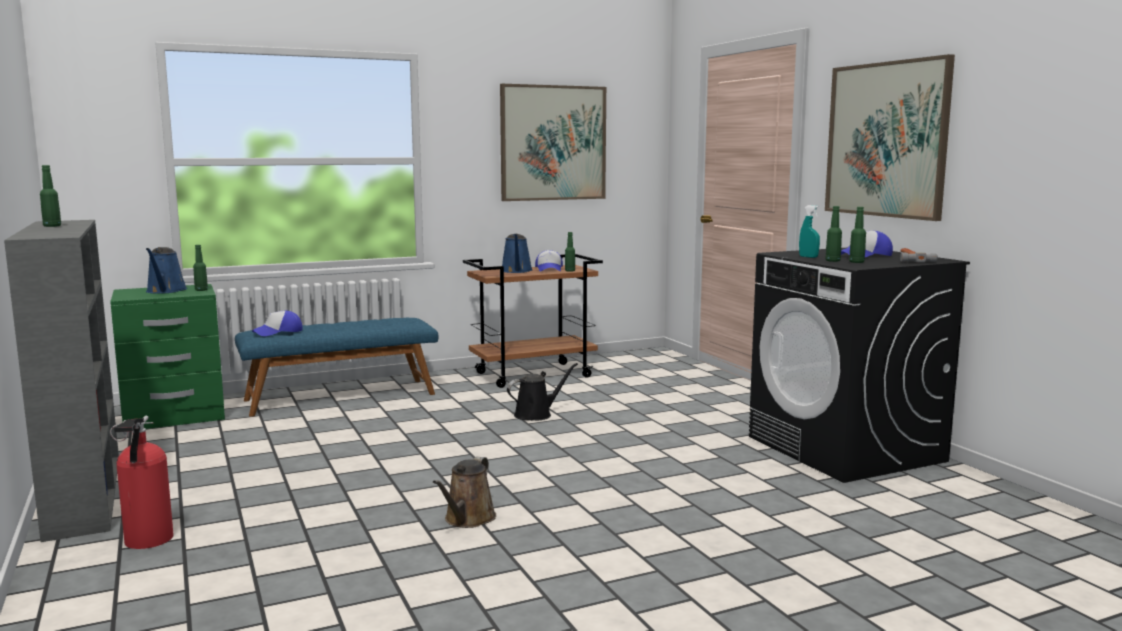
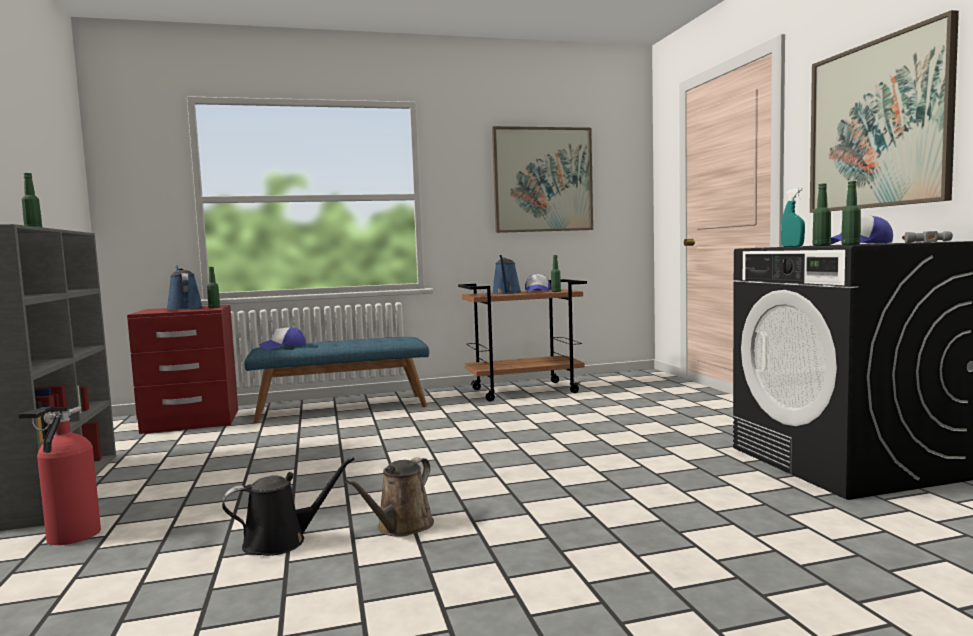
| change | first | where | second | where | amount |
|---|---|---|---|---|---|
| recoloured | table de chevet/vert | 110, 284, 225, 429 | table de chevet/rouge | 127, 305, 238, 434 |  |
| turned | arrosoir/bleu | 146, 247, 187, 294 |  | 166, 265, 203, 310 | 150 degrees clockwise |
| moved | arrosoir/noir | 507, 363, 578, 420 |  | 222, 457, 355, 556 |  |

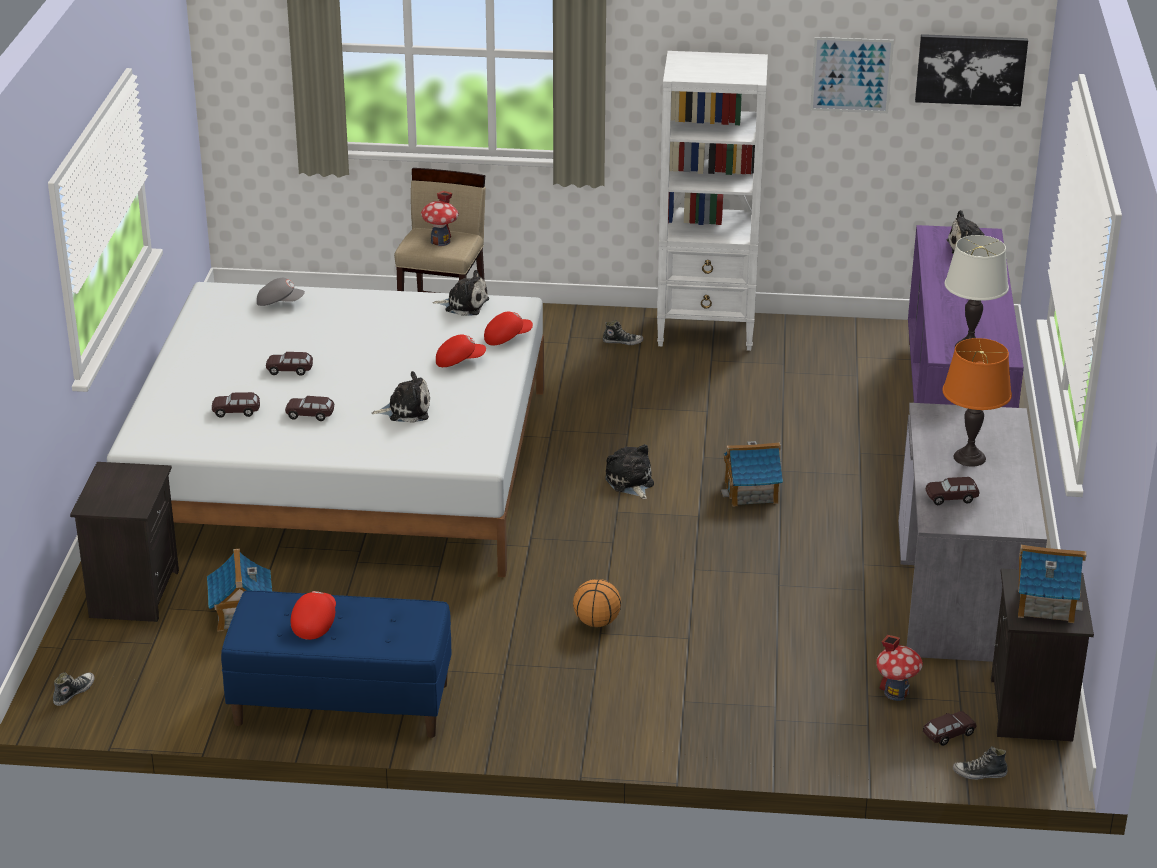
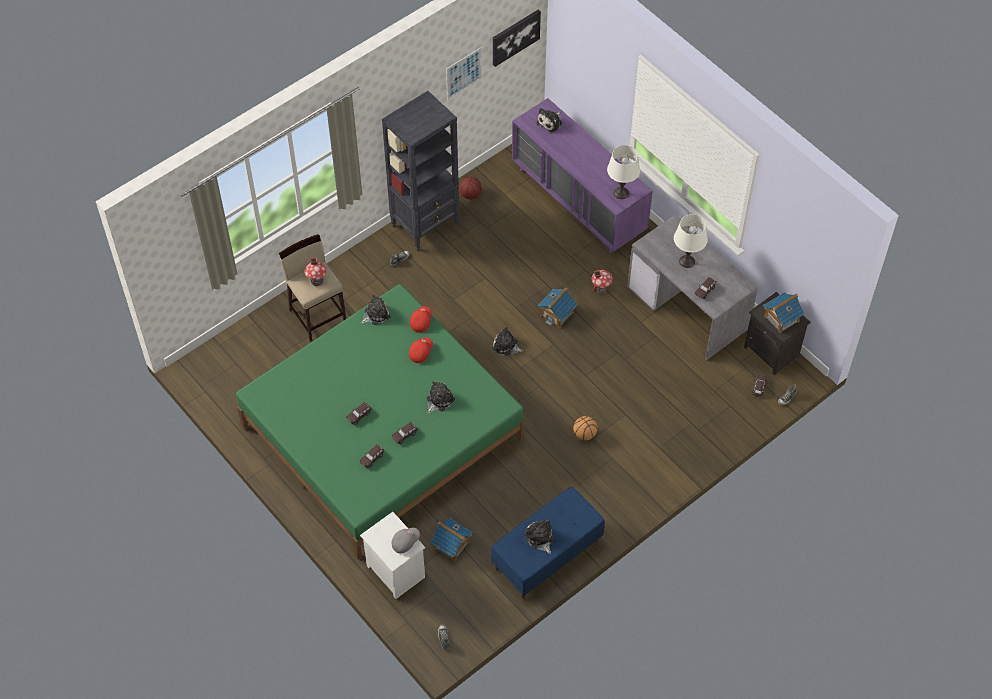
| change | first | where | second | where | amount |
|---|---|---|---|---|---|
| recoloured | table de chevet/noir | 70, 462, 179, 622 | table de chevet/blanc | 360, 512, 425, 599 |  |
| recoloured | lit/blanc | 107, 282, 544, 577 | lit/vert | 236, 284, 524, 559 |  |
| moved | casquette/gris | 257, 278, 305, 306 |  | 392, 528, 420, 554 |  |
| replaced | casquette/rouge | 291, 591, 336, 640 | peluche | 525, 520, 554, 554 |  |
| recoloured | bibliothèque/blanc | 657, 51, 768, 351 | bibliothèque/noir | 382, 91, 460, 251 |  |
| moved | maison miniature | 876, 635, 923, 701 |  | 592, 270, 613, 294 |  |
| recoloured | lampe de table/orange | 942, 338, 1012, 467 | lampe de table/blanc | 674, 214, 708, 268 |  |
| added |  |  | ballon de basket | 459, 177, 482, 199 |  |

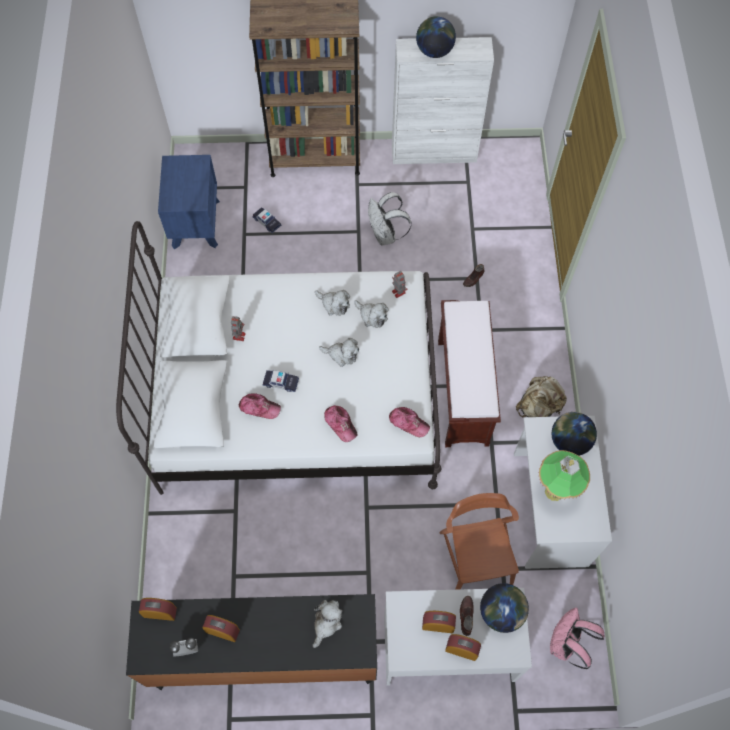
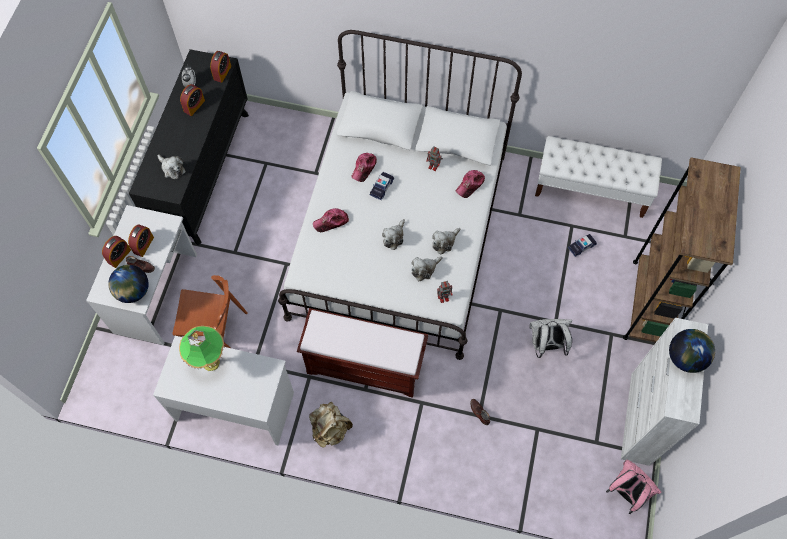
| change | first | where | second | where | amount |
|---|---|---|---|---|---|
| replaced | table de chevet/bleu | 158, 155, 220, 249 | banc/blanc | 535, 136, 662, 218 |  |
| moved | casquette | 389, 407, 430, 437 |  | 456, 170, 485, 198 |  |
| moved | sac à dos/rose | 550, 607, 604, 669 |  | 606, 459, 662, 514 |  |
| removed | globe | 552, 412, 597, 456 |  |  |  |

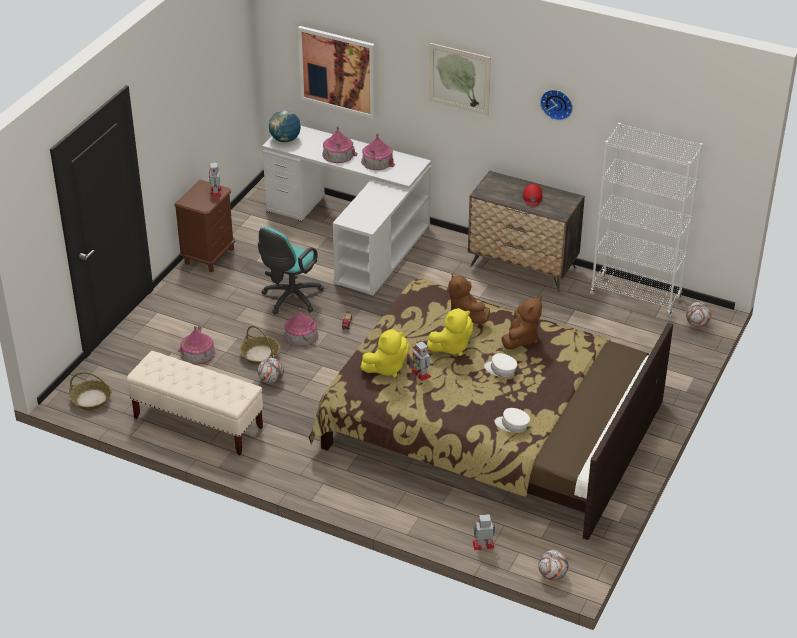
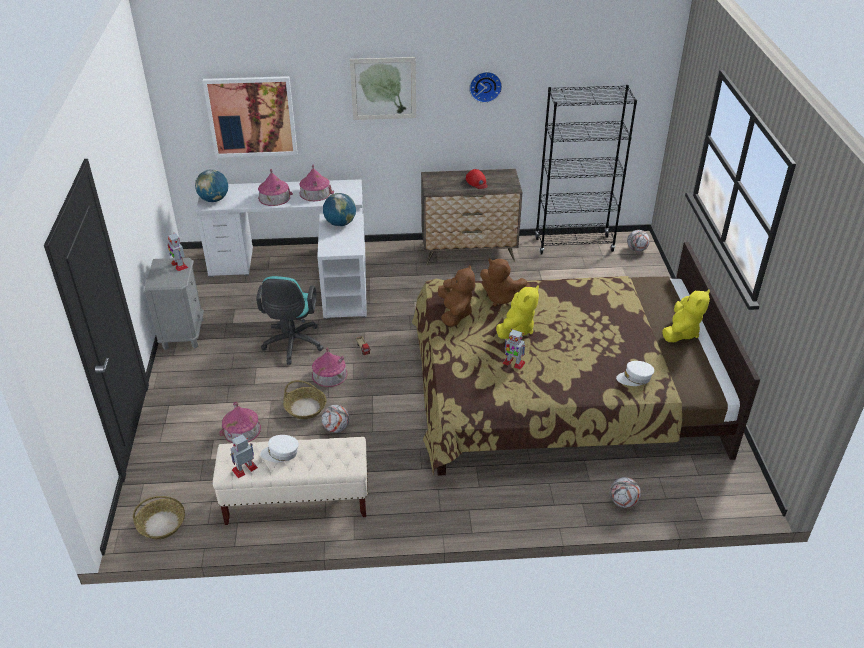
| change | first | where | second | where | amount |
|---|---|---|---|---|---|
| recoloured | table de chevet/marron | 174, 180, 235, 272 | table de chevet/gris | 144, 258, 204, 350 |  |
| moved | peluche/jaune | 360, 329, 409, 377 |  | 662, 290, 710, 342 |  |
| moved | robot jouet | 472, 514, 496, 550 |  | 230, 434, 258, 478 |  |
| moved | casquette/blanc | 484, 353, 517, 377 |  | 260, 435, 299, 462 |  |
| moved | peluche/marron | 502, 296, 542, 349 |  | 438, 265, 475, 327 |  |
| moved | ballon de foot | 538, 550, 568, 580 |  | 610, 477, 641, 508 |  |
| recoloured | bibliothèque/blanc | 590, 123, 703, 317 | bibliothèque/noir | 535, 85, 637, 255 |  |
| added |  |  | globe | 323, 193, 356, 226 |  |

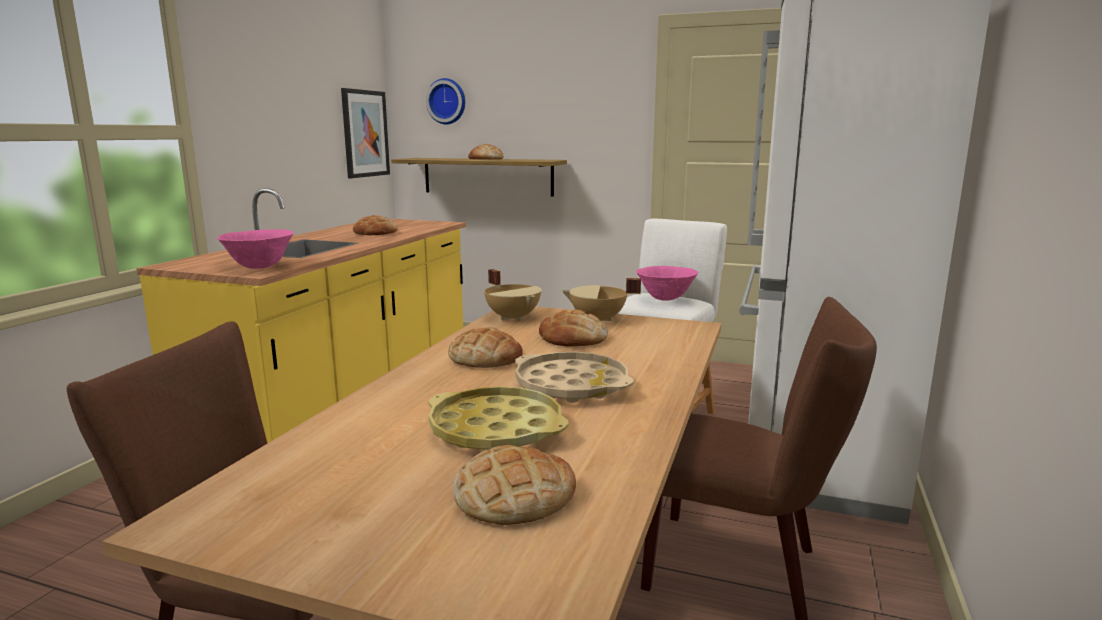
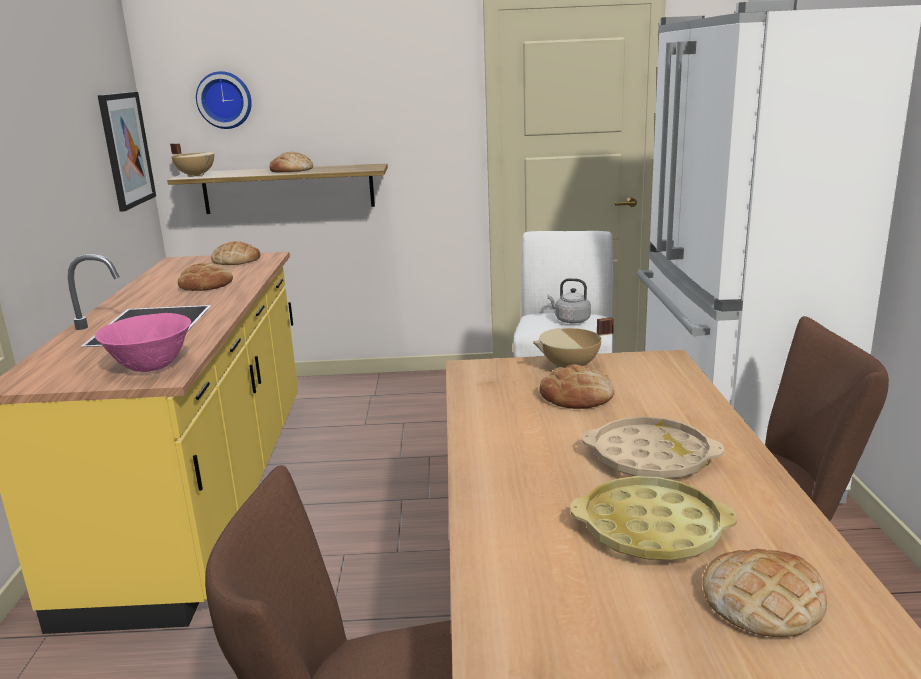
| change | first | where | second | where | amount |
|---|---|---|---|---|---|
| moved | pain | 448, 327, 523, 368 |  | 211, 241, 261, 265 |  |
| moved | marmite/beige | 484, 269, 541, 321 |  | 170, 143, 214, 177 |  |
| replaced | bol/rose | 636, 266, 698, 301 | bouilloire/gris | 547, 278, 591, 323 |  |

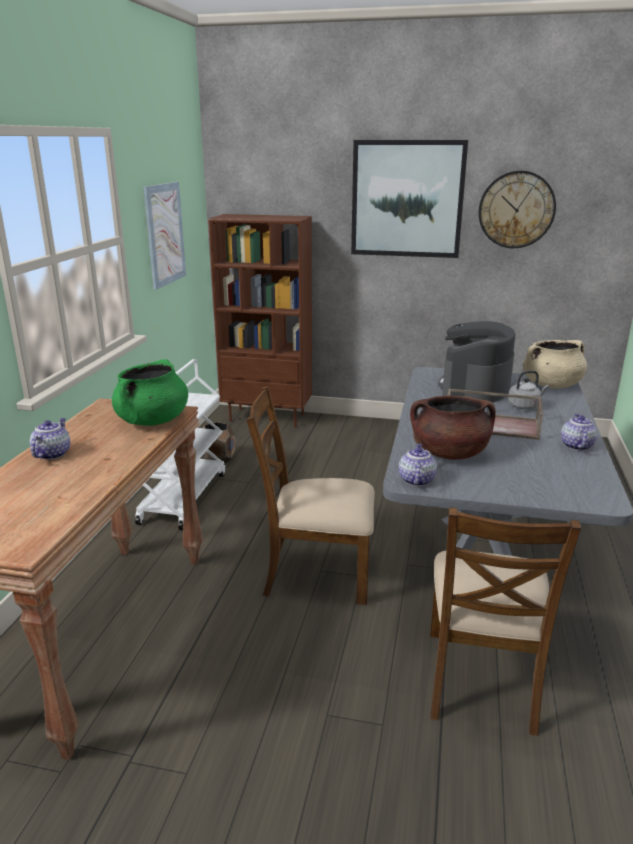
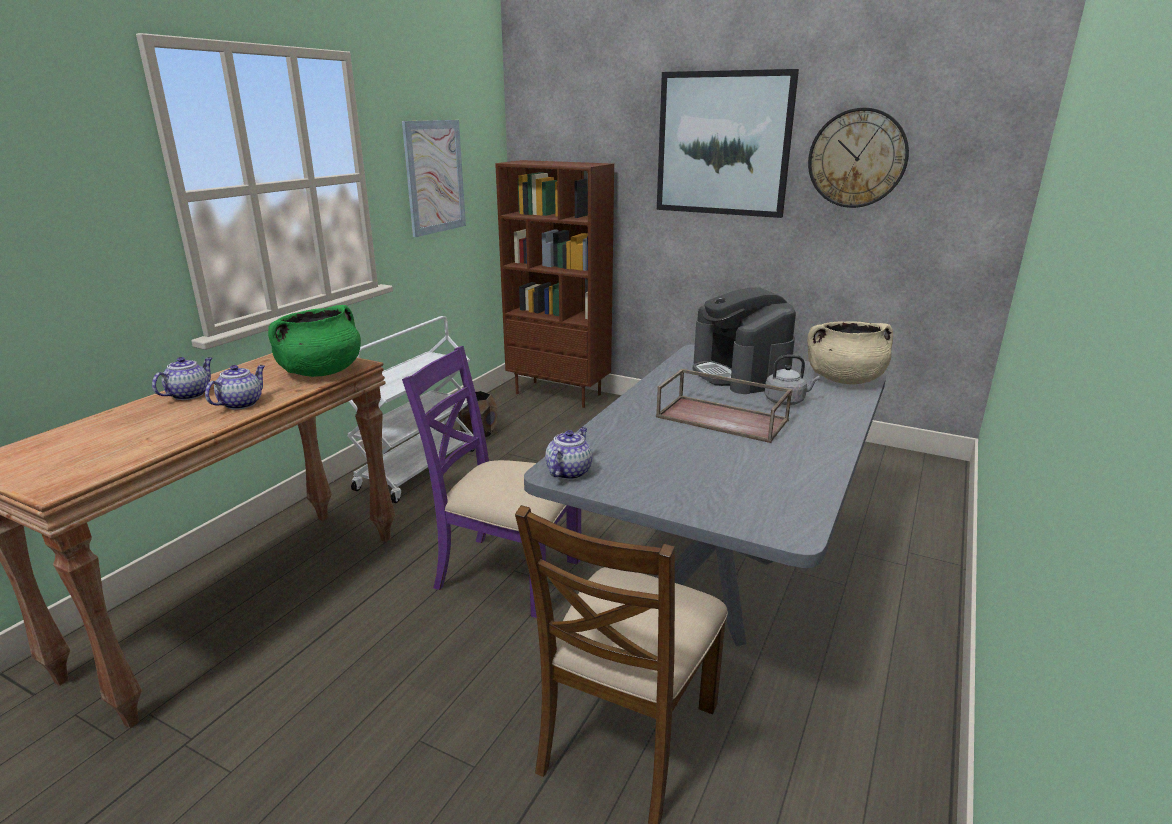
| change | first | where | second | where | amount |
|---|---|---|---|---|---|
| recoloured | chaise/marron | 247, 386, 375, 605 | chaise/violet | 402, 346, 581, 618 |  |
| removed | marmite/marron | 410, 396, 496, 460 |  |  |  |
| turned | machine à café | 438, 321, 515, 403 |  | 693, 288, 796, 394 | 60 degrees counterclockwise |
| moved | théière | 561, 414, 597, 451 |  | 205, 365, 265, 410 |  |

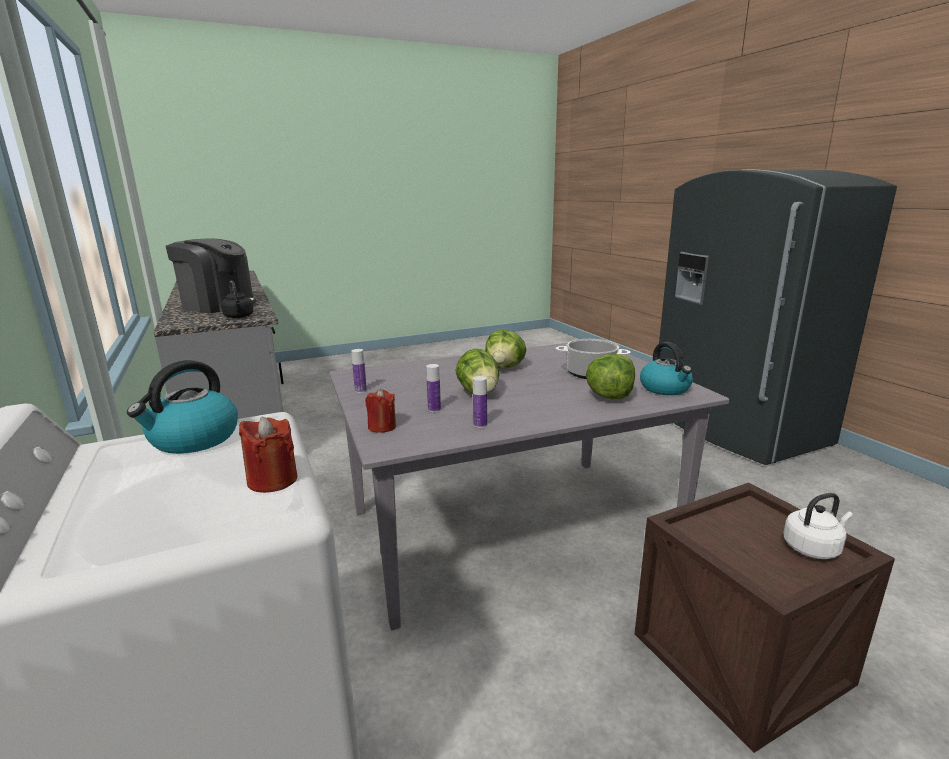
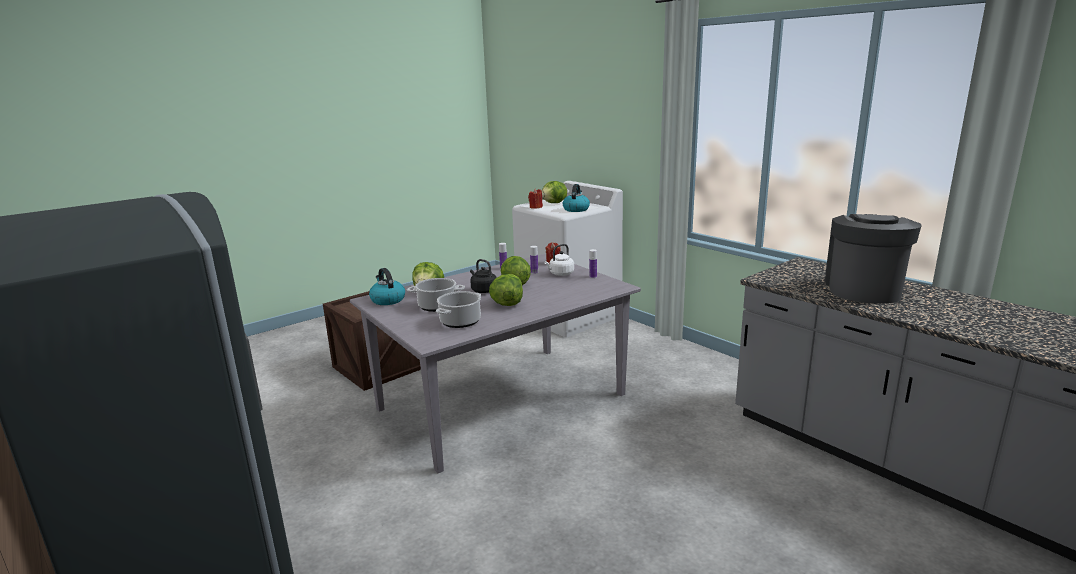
| change | first | where | second | where | amount |
|---|---|---|---|---|---|
| turned | machine à café | 166, 238, 257, 313 |  | 825, 214, 922, 304 | 105 degrees clockwise |
| moved | bouilloire/noir | 221, 281, 254, 318 |  | 470, 259, 497, 293 |  |
| moved | bouilloire/blanc | 783, 493, 853, 559 |  | 544, 244, 574, 276 |  |
| added |  |  | marmite | 436, 291, 481, 328 |  |
| added |  |  | laitue | 542, 181, 567, 203 |  |

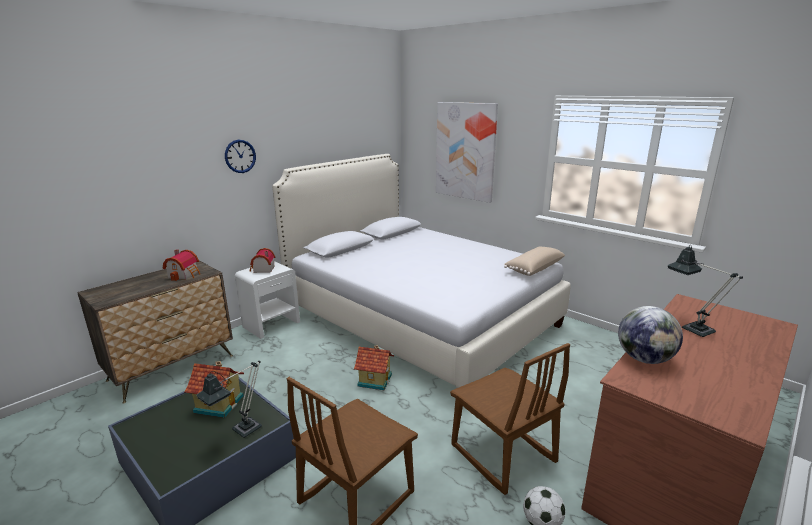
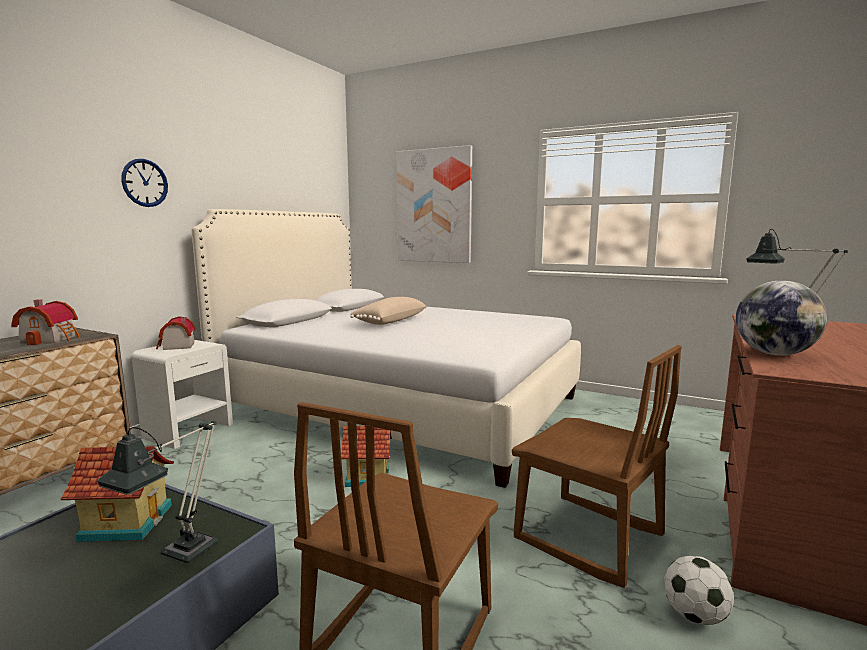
| change | first | where | second | where | amount |
|---|---|---|---|---|---|
| moved | coussin/beige | 504, 247, 565, 276 |  | 350, 297, 427, 325 |  |

